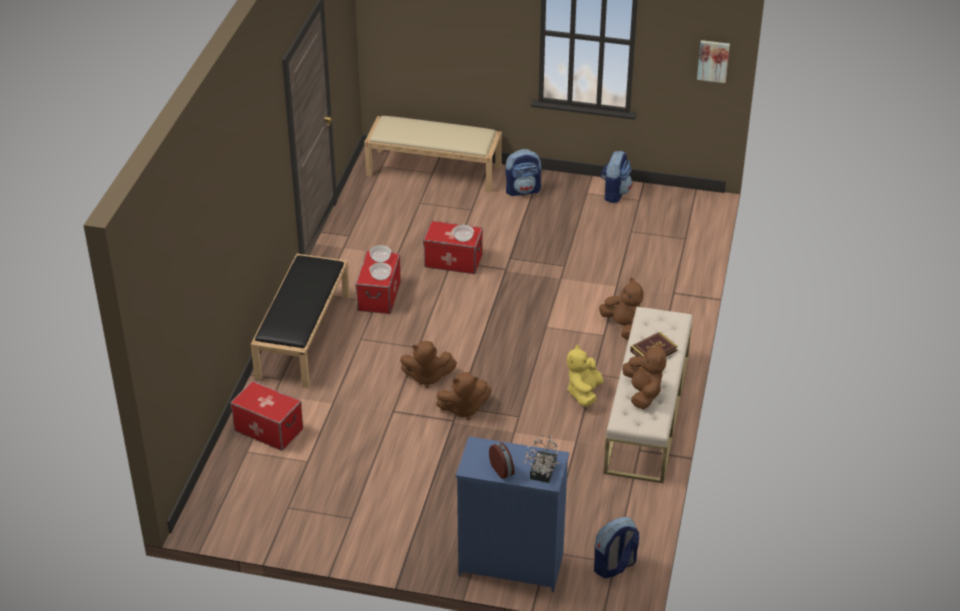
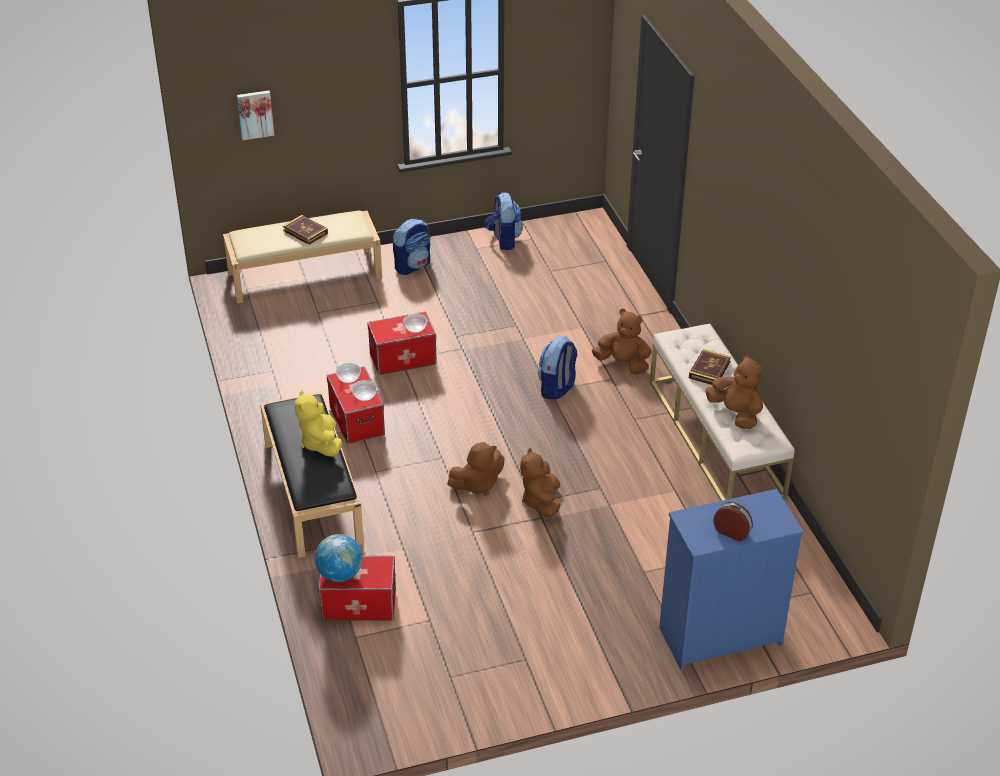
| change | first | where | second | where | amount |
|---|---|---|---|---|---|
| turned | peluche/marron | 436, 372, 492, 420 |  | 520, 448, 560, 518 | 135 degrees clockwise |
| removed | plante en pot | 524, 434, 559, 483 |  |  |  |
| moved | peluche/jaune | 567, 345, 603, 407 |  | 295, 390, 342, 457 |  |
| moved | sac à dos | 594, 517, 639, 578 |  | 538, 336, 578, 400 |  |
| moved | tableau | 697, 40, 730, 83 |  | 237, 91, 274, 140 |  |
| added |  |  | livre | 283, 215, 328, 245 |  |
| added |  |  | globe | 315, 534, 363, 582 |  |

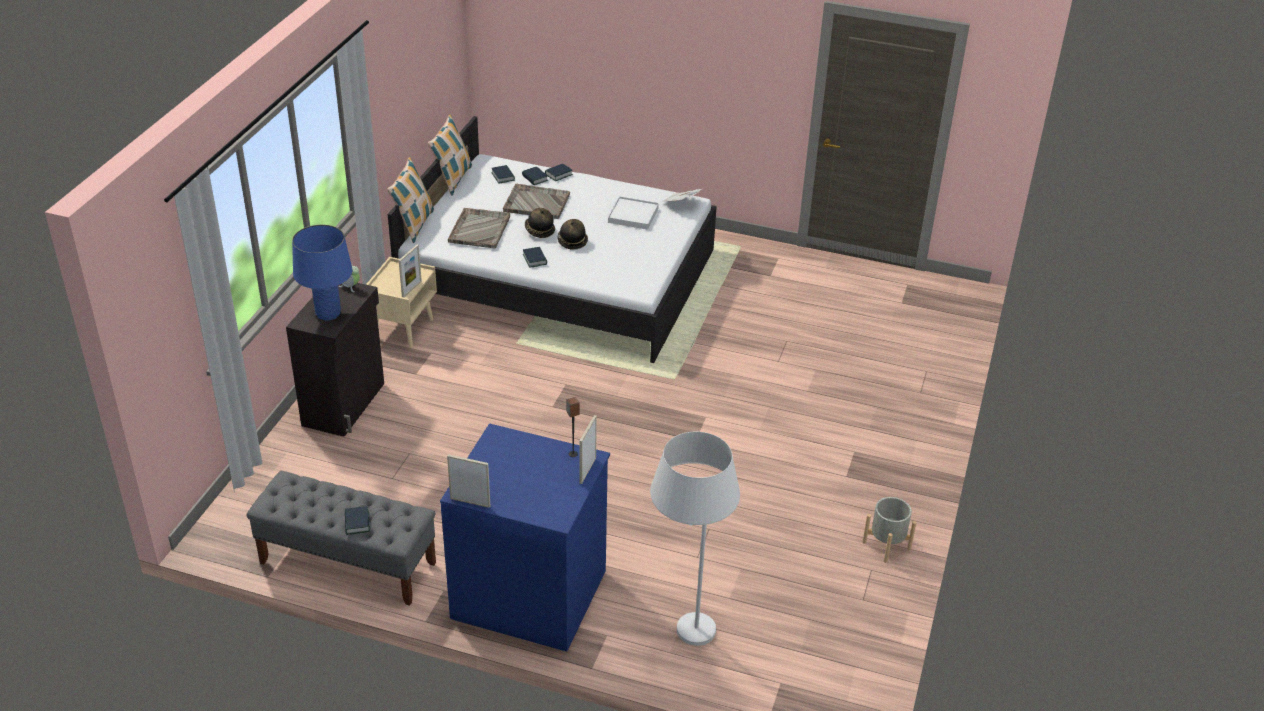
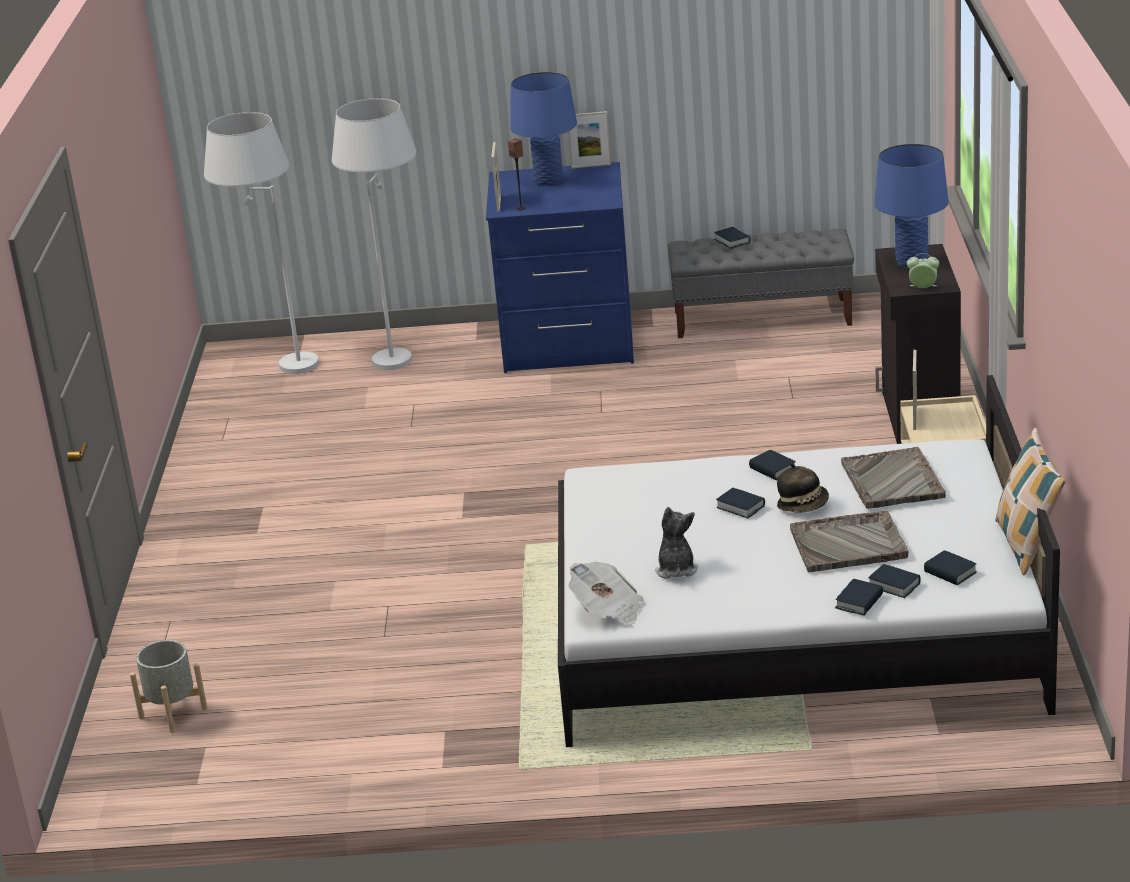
| change | first | where | second | where | amount |
|---|---|---|---|---|---|
| removed | coussin | 387, 157, 434, 243 |  |  |  |
| replaced | chapeau | 557, 219, 588, 250 | livre | 716, 488, 765, 518 |  |
| replaced | plateau/blanc | 608, 196, 659, 230 | peluche | 655, 507, 698, 579 |  |
| moved | cache-pot/gris | 862, 497, 917, 563 |  | 130, 640, 207, 733 |  |
| added |  |  | lampadaire/blanc | 204, 112, 319, 374 |  |
| added |  |  | lampe de table/bleu | 510, 72, 577, 186 |  |

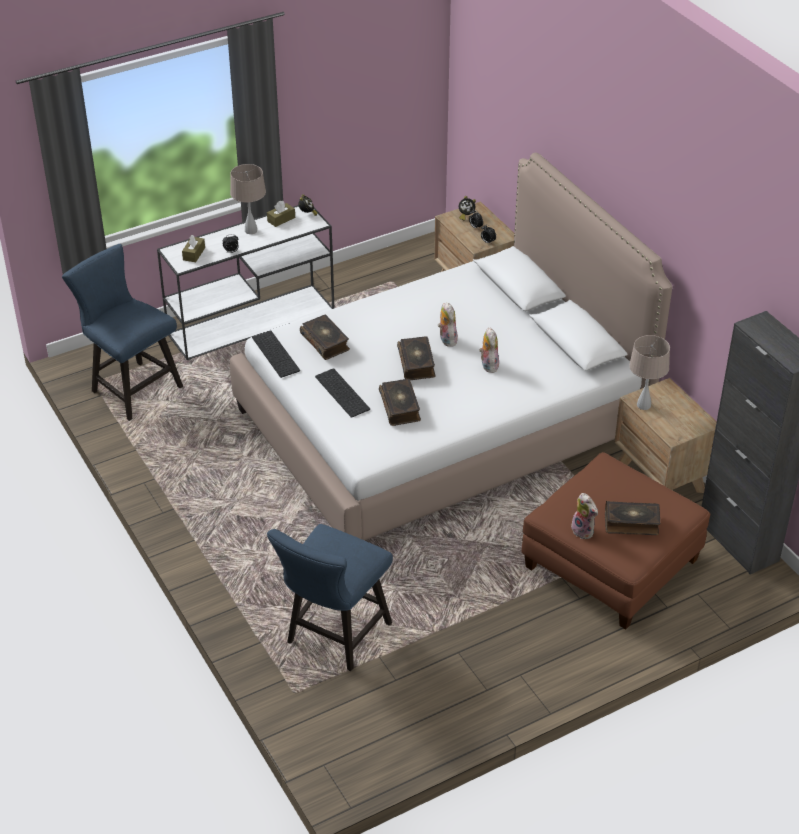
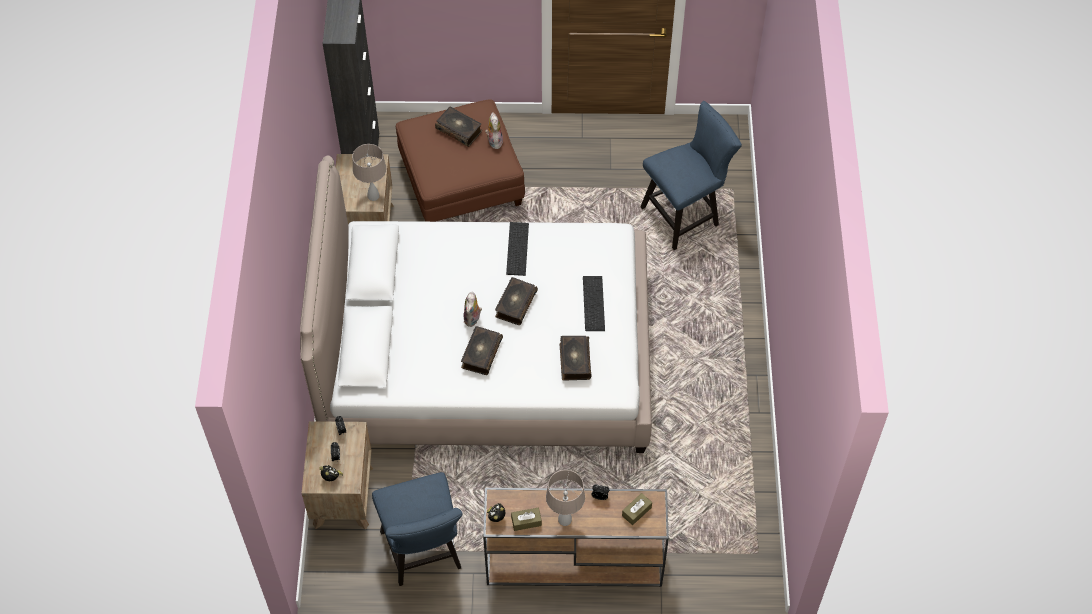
| change | first | where | second | where | amount |
|---|---|---|---|---|---|
| moved | chaise/bleu | 62, 244, 183, 421 |  | 372, 472, 463, 586 |  |
| recoloured | table console/blanc | 157, 205, 334, 360 | table console/marron | 483, 488, 669, 587 |  |
| moved | clavier | 252, 330, 300, 378 |  | 506, 222, 529, 276 |  |
| moved | livre | 379, 379, 421, 426 |  | 461, 326, 503, 375 |  |
| removed | peluche | 479, 328, 499, 373 |  |  |  |

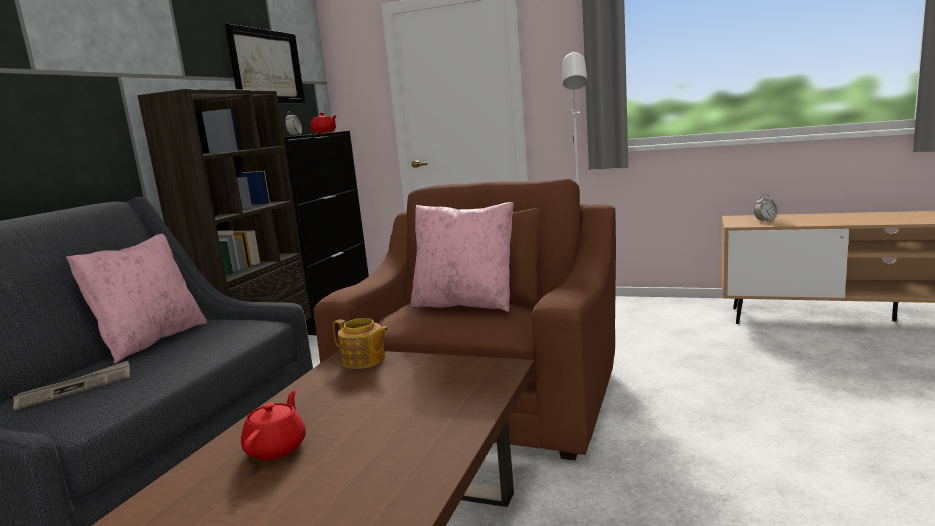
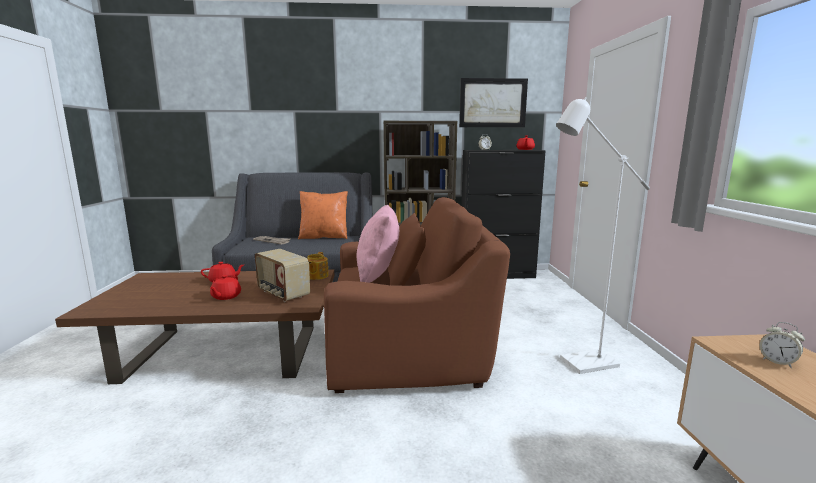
| change | first | where | second | where | amount |
|---|---|---|---|---|---|
| recoloured | coussin/rose | 66, 234, 207, 363 | coussin/orange | 298, 191, 348, 239 |  |
| added |  |  | théière/rouge | 210, 275, 241, 300 |  |
| added |  |  | radio | 255, 249, 310, 302 |  |

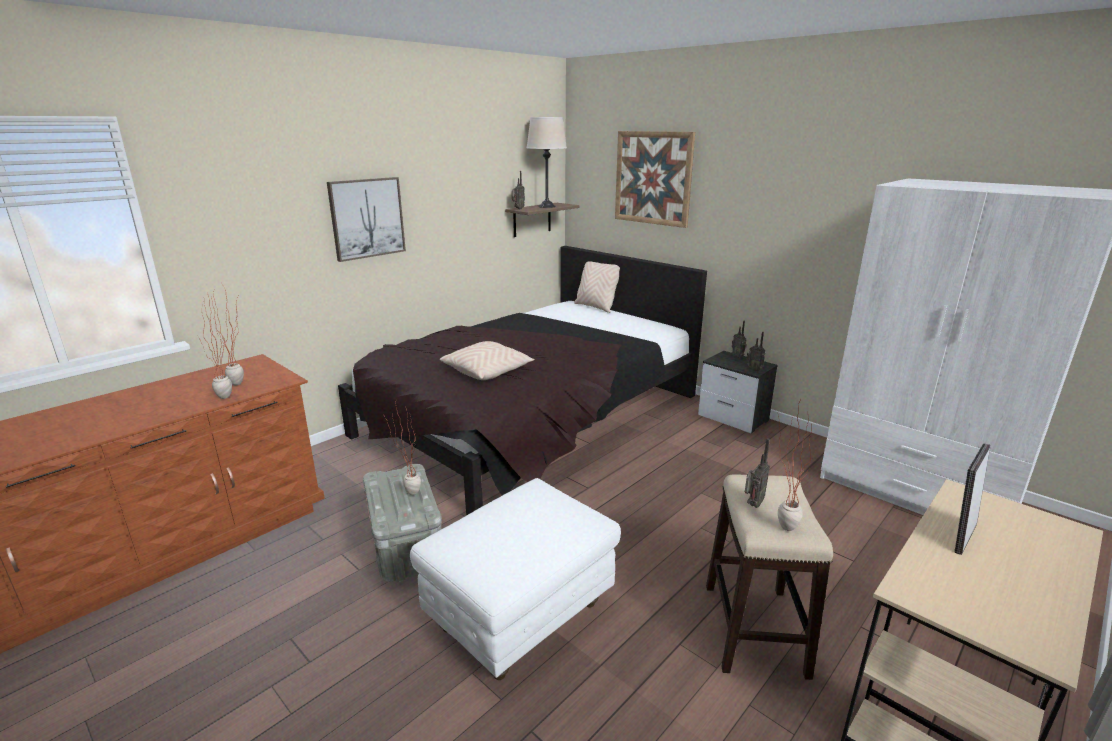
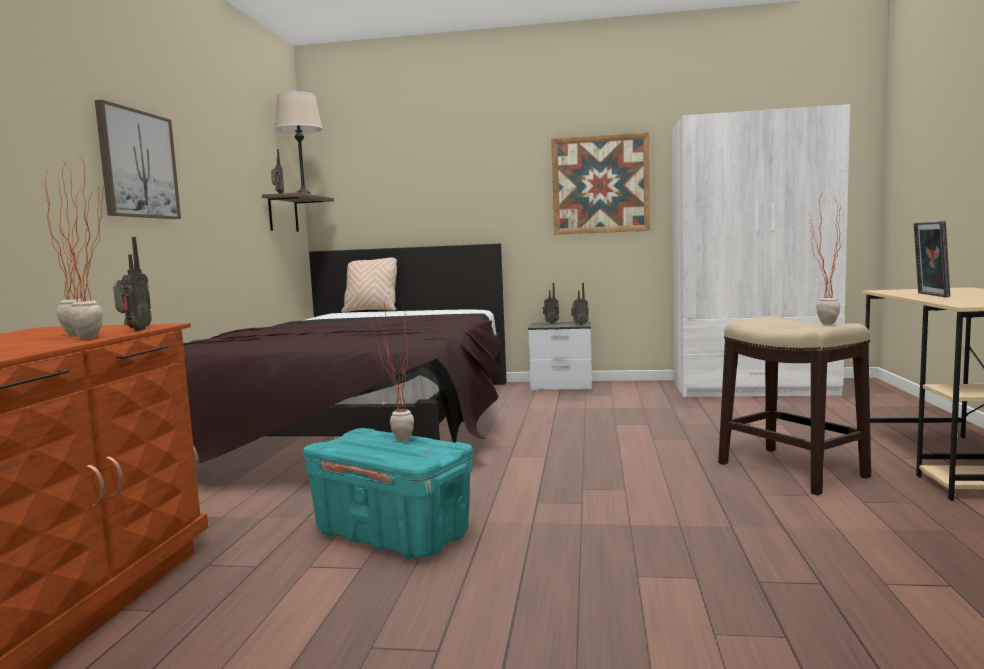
| change | first | where | second | where | amount |
|---|---|---|---|---|---|
| recoloured | boîte de rangement/gris | 363, 464, 442, 582 | boîte de rangement/turquoise | 303, 428, 473, 559 |  |
| removed | pouf/blanc | 410, 478, 621, 680 |  |  |  |
| removed | coussin/beige | 440, 341, 535, 380 |  |  |  |
| moved | tableau | 615, 131, 695, 228 |  | 551, 132, 650, 235 |  |
| moved | radio | 745, 439, 770, 508 |  | 113, 237, 152, 331 |  |

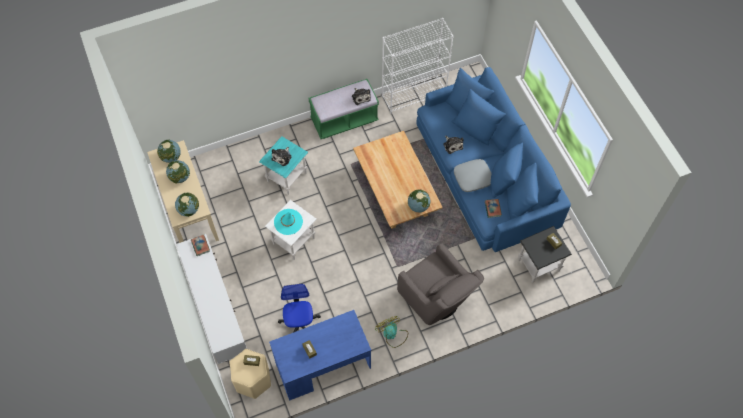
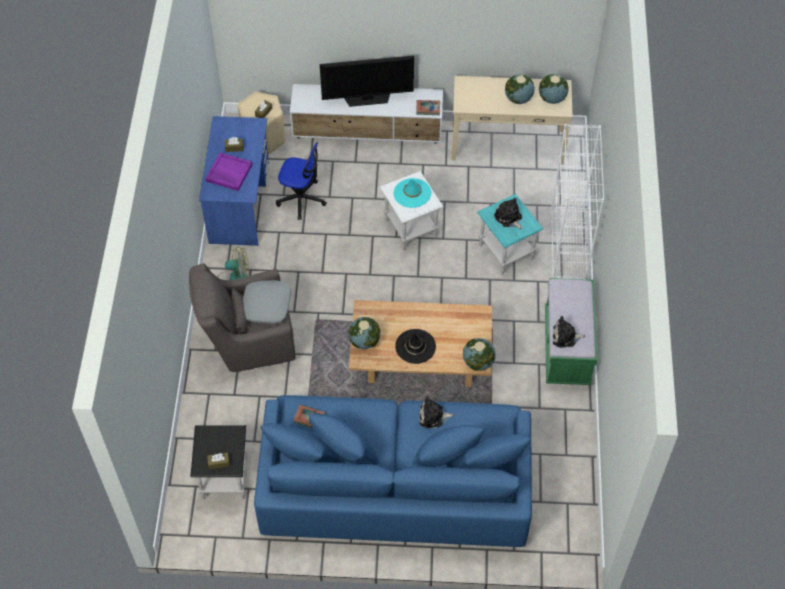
| change | first | where | second | where | amount |
|---|---|---|---|---|---|
| moved | globe | 175, 193, 199, 217 |  | 463, 338, 496, 371 |  |
| moved | bibliothèque/blanc | 382, 18, 454, 114 |  | 551, 124, 605, 279 |  |
| moved | coussin/gris | 454, 159, 492, 192 |  | 243, 280, 291, 324 |  |
| added |  |  | plateau/violet | 205, 153, 253, 191 |  |
| added |  |  | téléviseur | 320, 55, 414, 107 |  |
| added |  |  | chapeau/noir | 395, 329, 436, 364 |  |

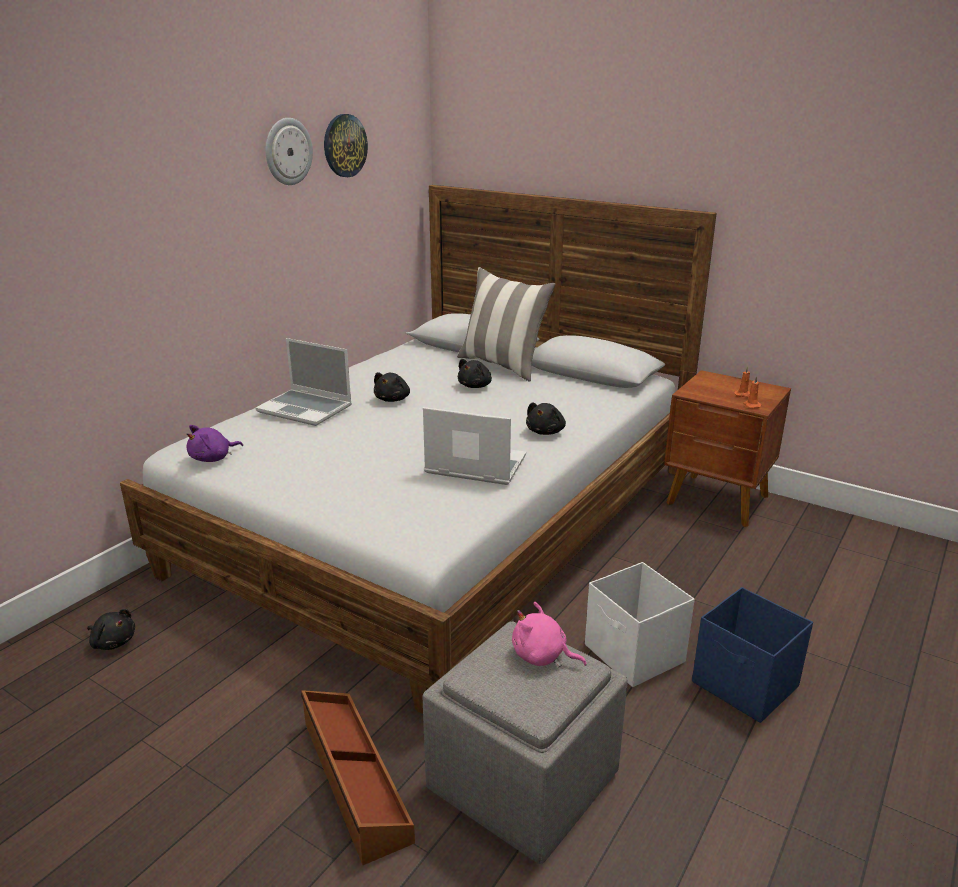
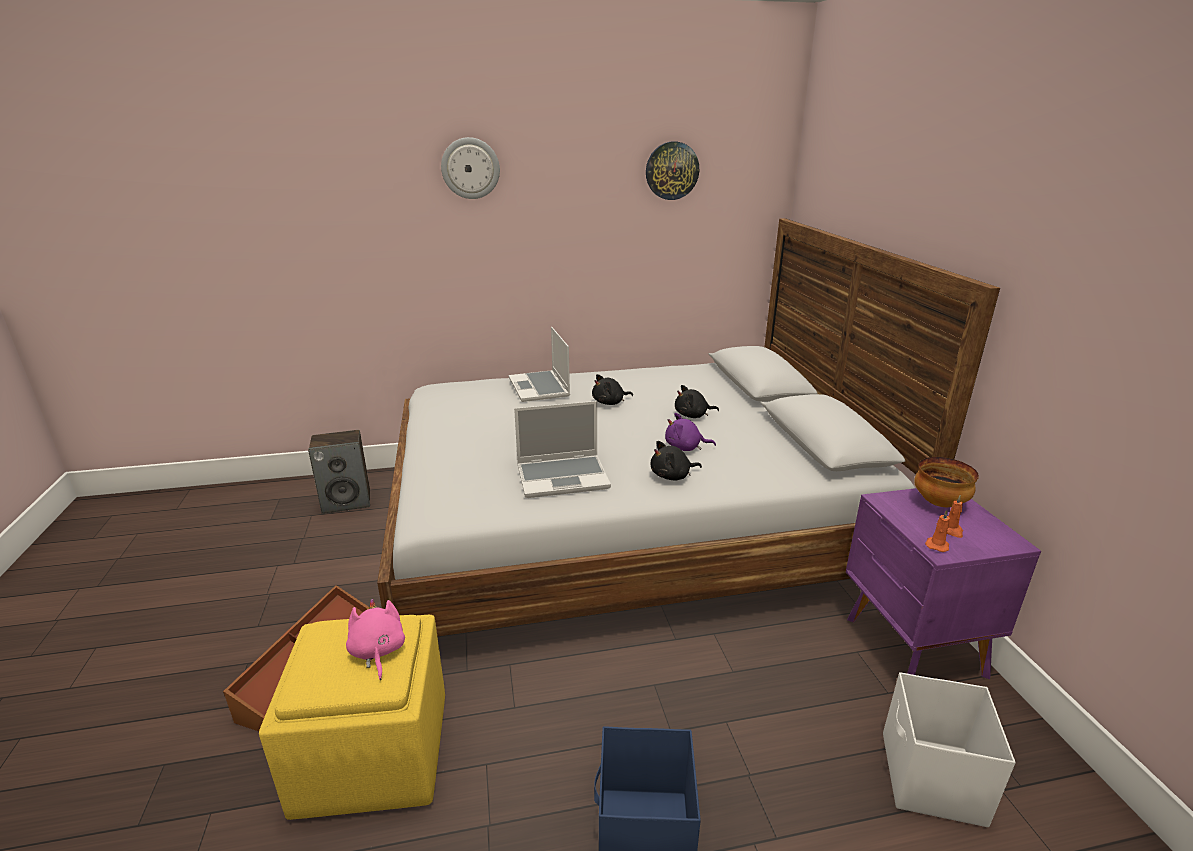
| change | first | where | second | where | amount |
|---|---|---|---|---|---|
| replaced | peluche/noir | 87, 609, 135, 650 | enceinte | 308, 430, 370, 514 |  |
| moved | peluche/violet | 187, 425, 243, 462 |  | 665, 413, 716, 451 |  |
| moved | horloge murale | 265, 118, 313, 185 |  | 441, 137, 500, 199 |  |
| recoloured | pouf/gris | 422, 621, 628, 864 | pouf/jaune | 259, 615, 445, 820 |  |
| turned | ordinateur portable | 423, 407, 526, 485 |  | 514, 401, 611, 498 | 105 degrees clockwise |
| removed | coussin | 457, 267, 555, 381 |  |  |  |
| moved | boîte de rangement/blanc | 585, 562, 695, 687 |  | 883, 672, 1016, 827 |  |
| recoloured | table de chevet/marron | 664, 370, 791, 527 | table de chevet/violet | 846, 488, 1041, 679 |  |
| added |  |  | bol | 914, 457, 979, 507 |  |

